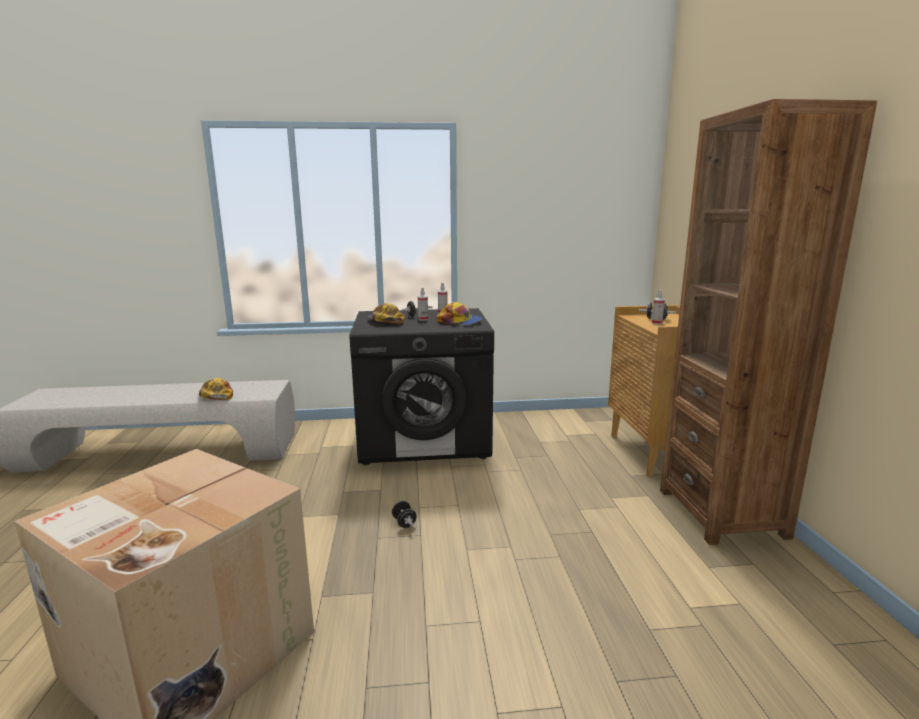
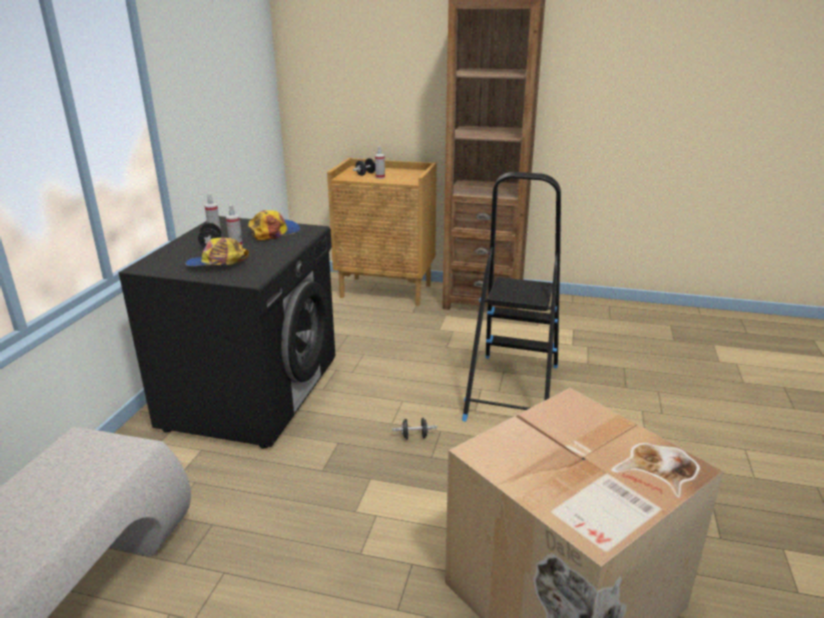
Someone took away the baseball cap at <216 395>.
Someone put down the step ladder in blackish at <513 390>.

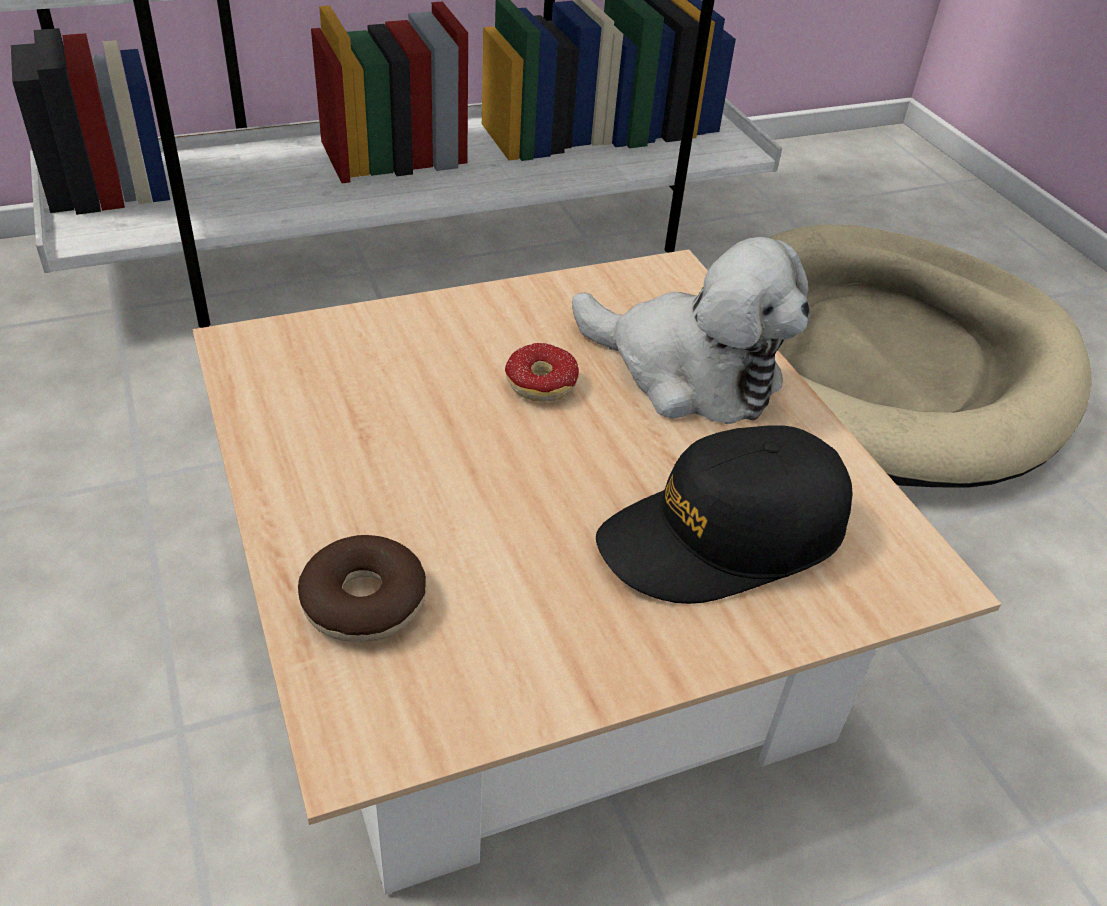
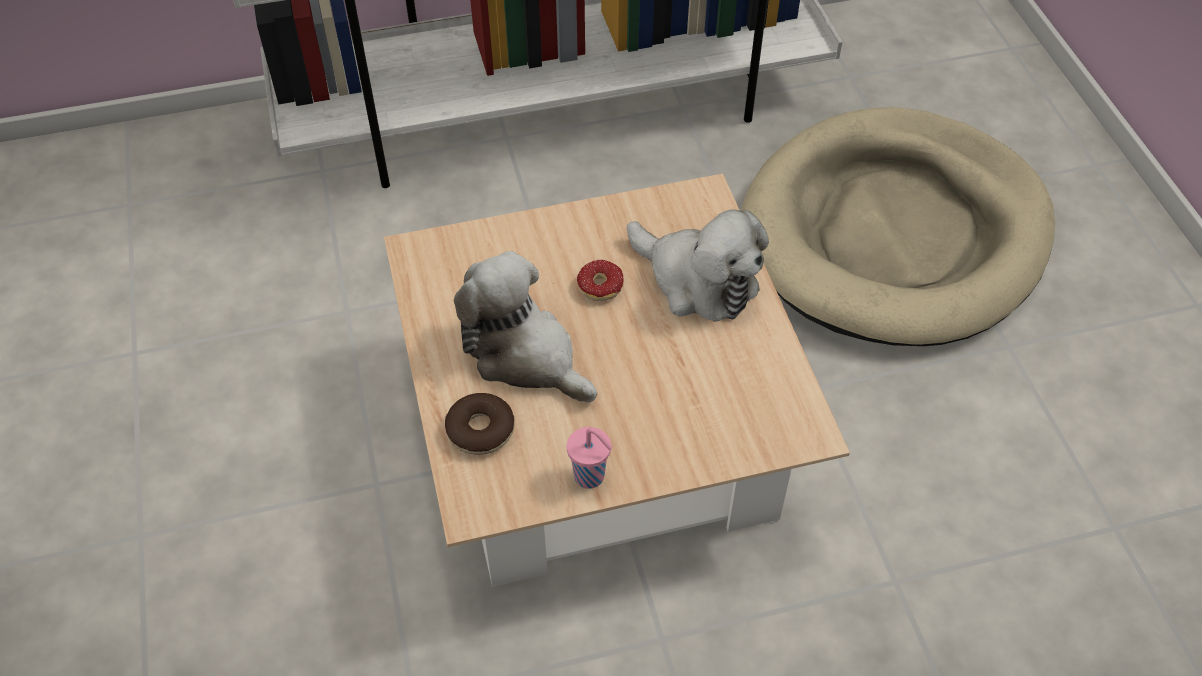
Someone took away the baseball cap in blackish at <723 536>.
Someone put down the cuddly toy at <525 355>.
Someone put down the drinking cup in pinkish at <591 477>.

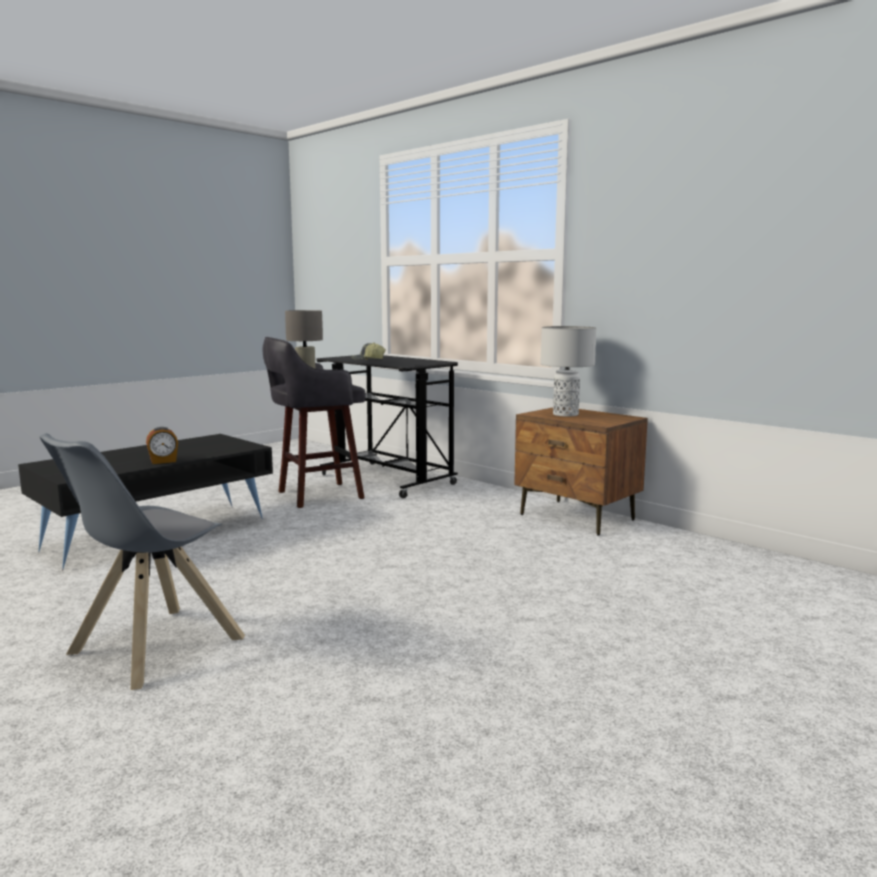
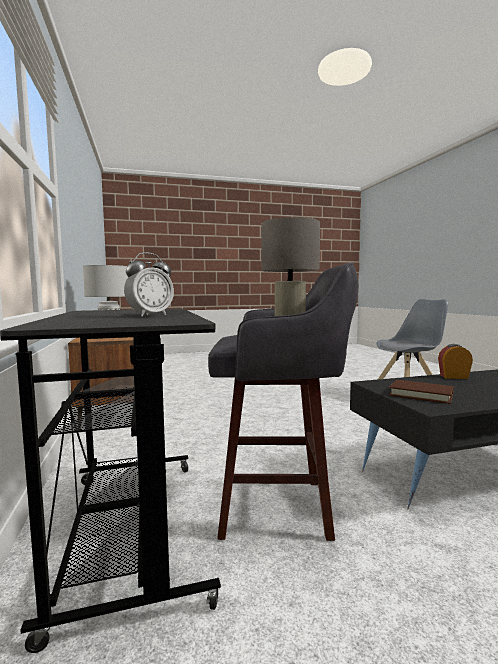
Someone swapped the baseball cap at <368 360> for the bedside clock at <150 315>.
Someone put down the volume in brown-coloured at <421 394>.

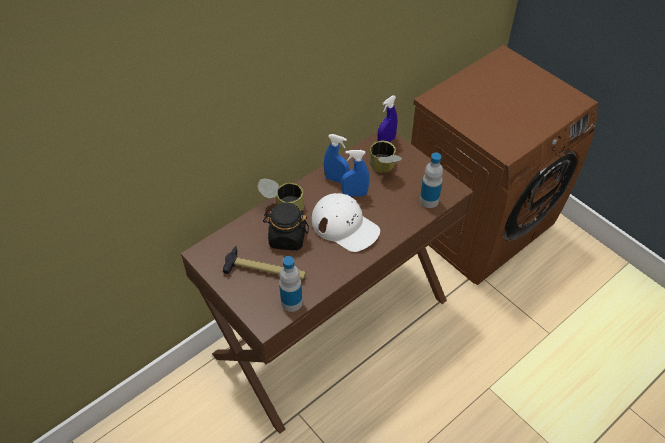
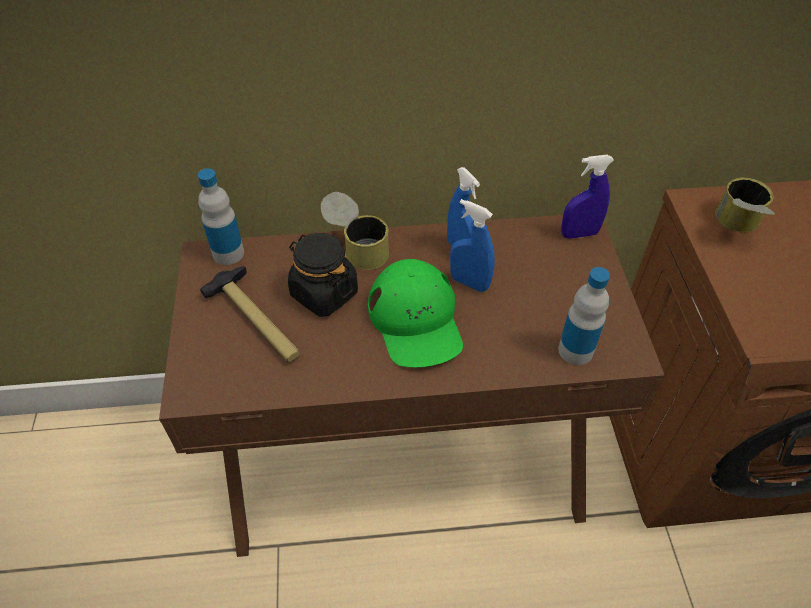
Someone carried the drink bottle from <291 302> to <228 253>.
Someone repainted the baseball cap in white at <345 226>, which became the baseball cap in greenish at <416 320>.
Someone carried the can from <384 169> to <736 226>.

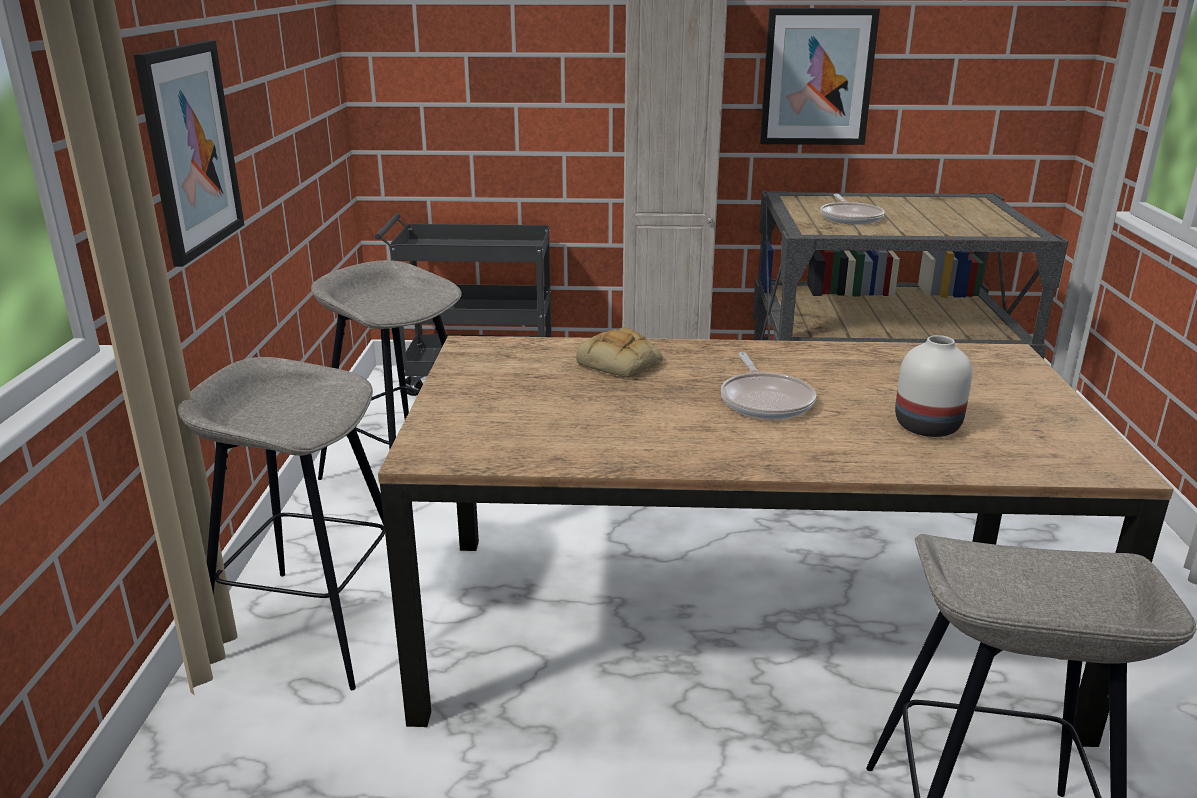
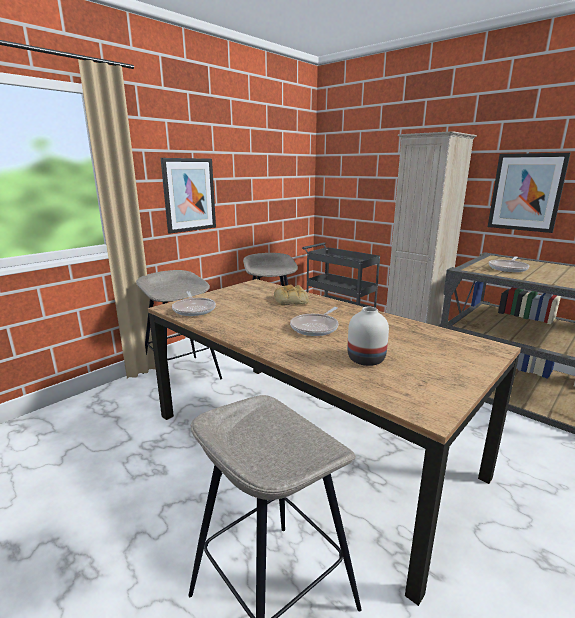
Someone put down the frying pan at <194 309>.

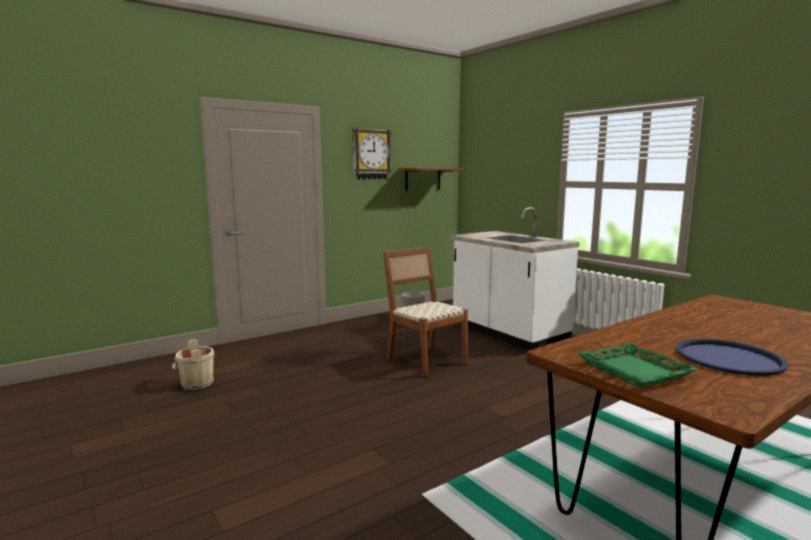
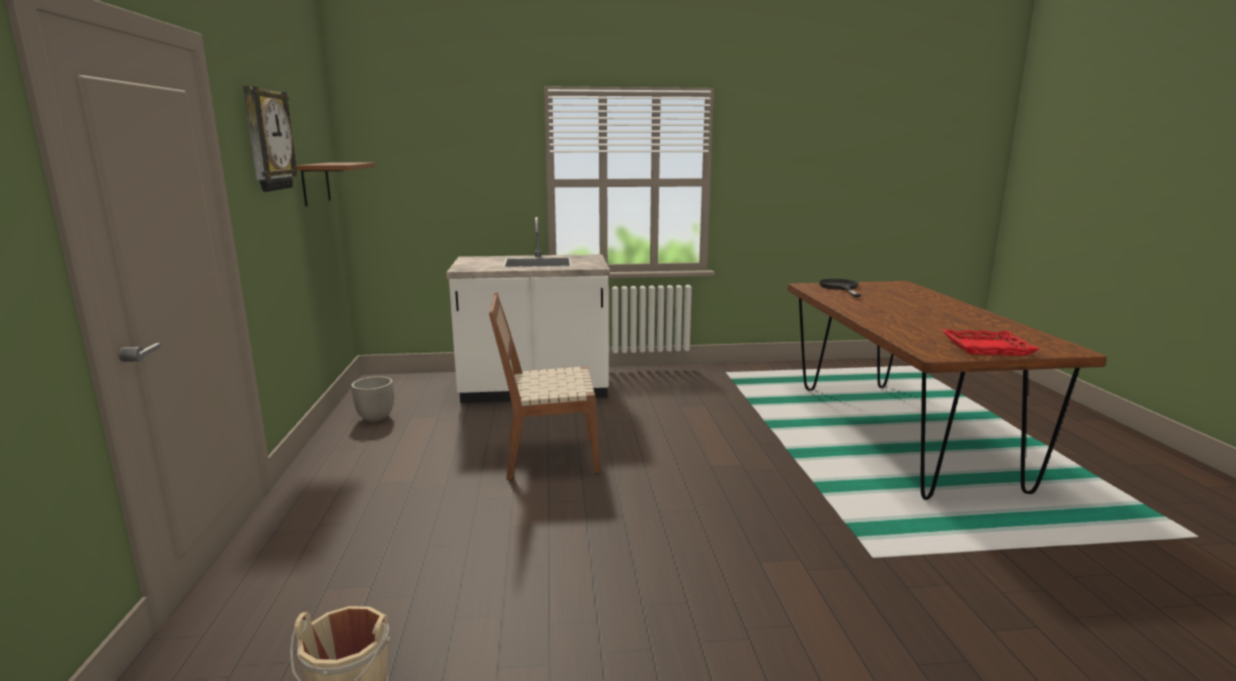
Someone repainted the serving tray in greenish at <635 371>, which became the serving tray in reddish at <987 347>.
Someone took away the serving tray in blue-coloured at <728 358>.
Someone put down the frying pan in blackish at <840 288>.

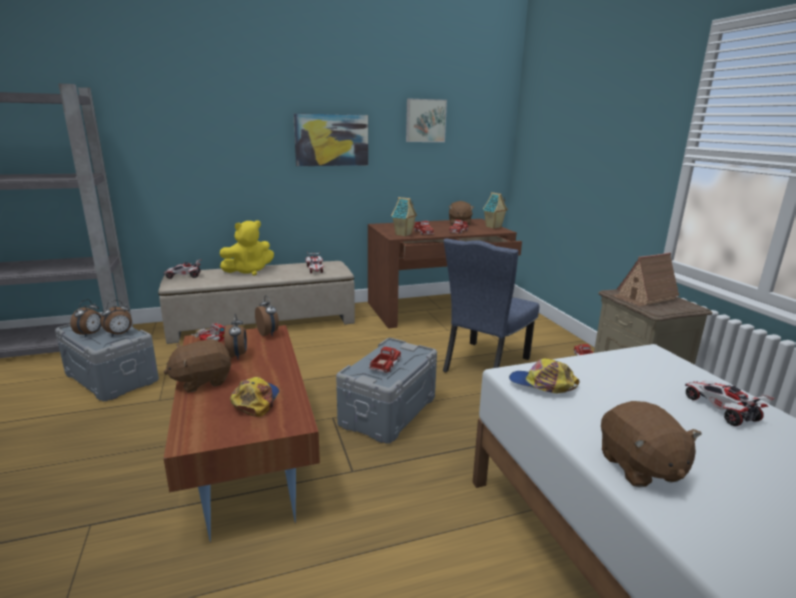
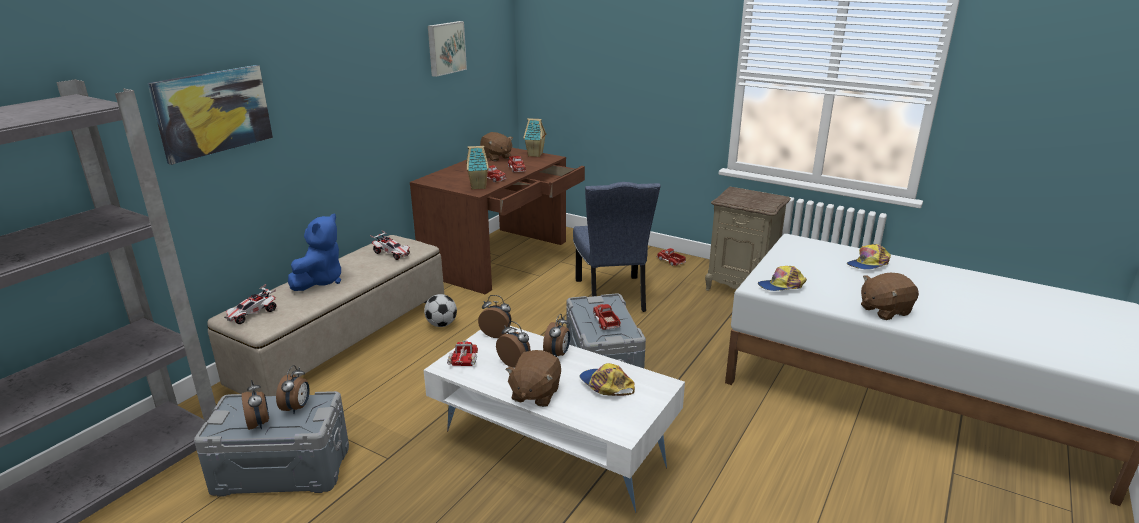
Someone repainted the low table in brown-coloured at <246 452>, which became the low table in white at <552 450>.
Someone repainted the cuddly toy in yellow at <249 271>, which became the cuddly toy in blue-coloured at <320 281>.
Someone carried the wall art from <331 140> to <213 112>.
Someone rotated the cuddly toy in brown-coloured at <639 467> by 120 degrees clockwise.
Someone took away the toy house at <644 297>.
Someone swapped the model car at <720 410> for the baseball cap at <868 264>.
Someone put down the ball for football at <442 324>.
Someone put down the bedside clock at <557 355>.

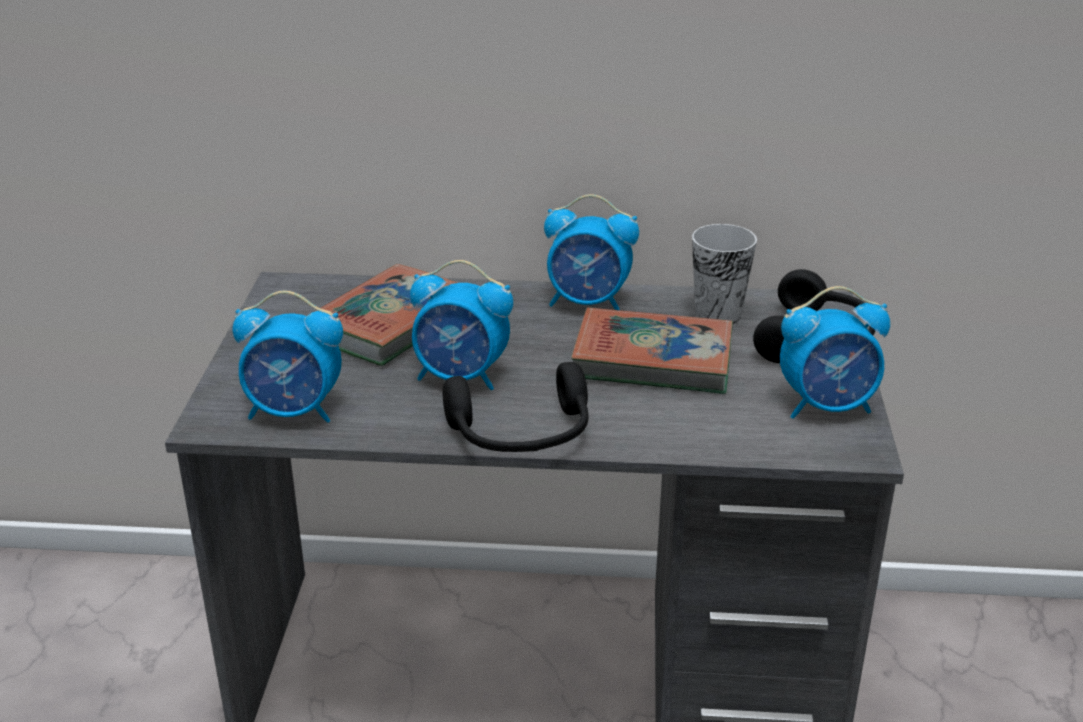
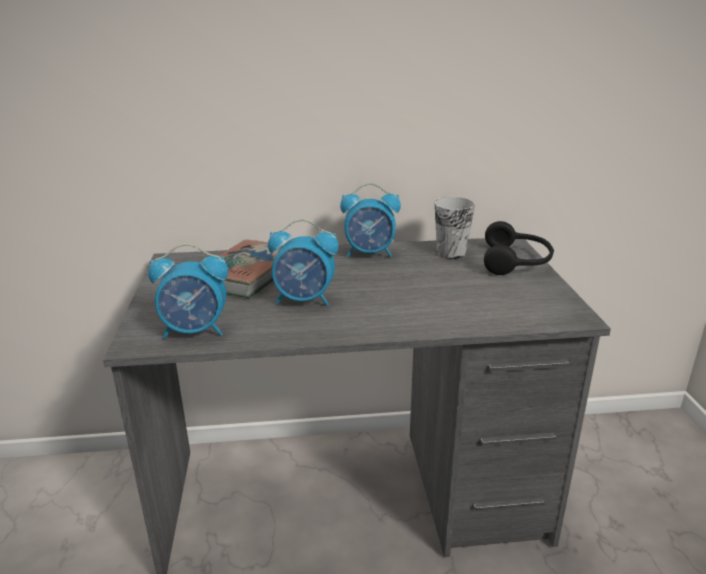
Someone took away the headphones in blackish at <522 435>.
Someone took away the volume at <653 360>.
Someone took away the bedside clock at <827 407>.

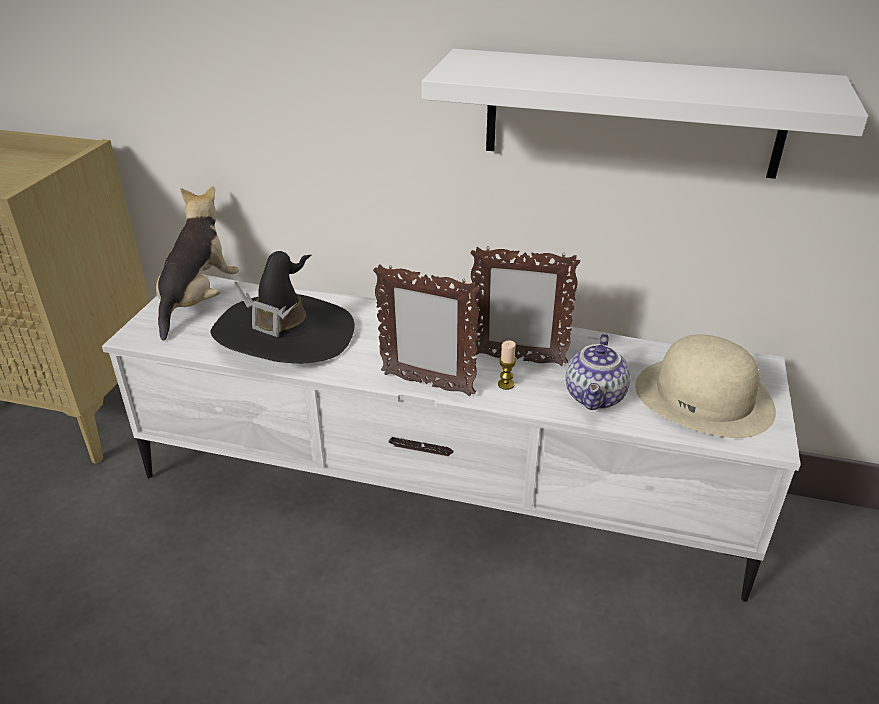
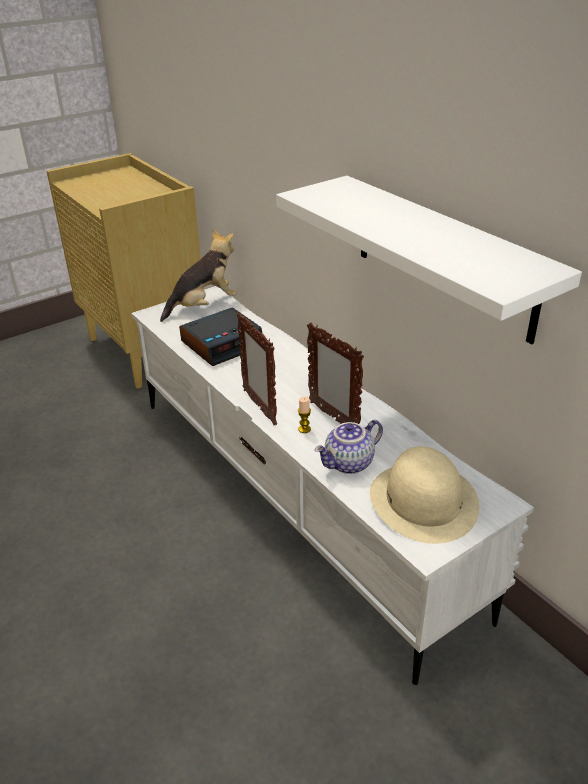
Someone swapped the wearable hat in blackish at <284 334> for the bedside clock at <222 343>.

